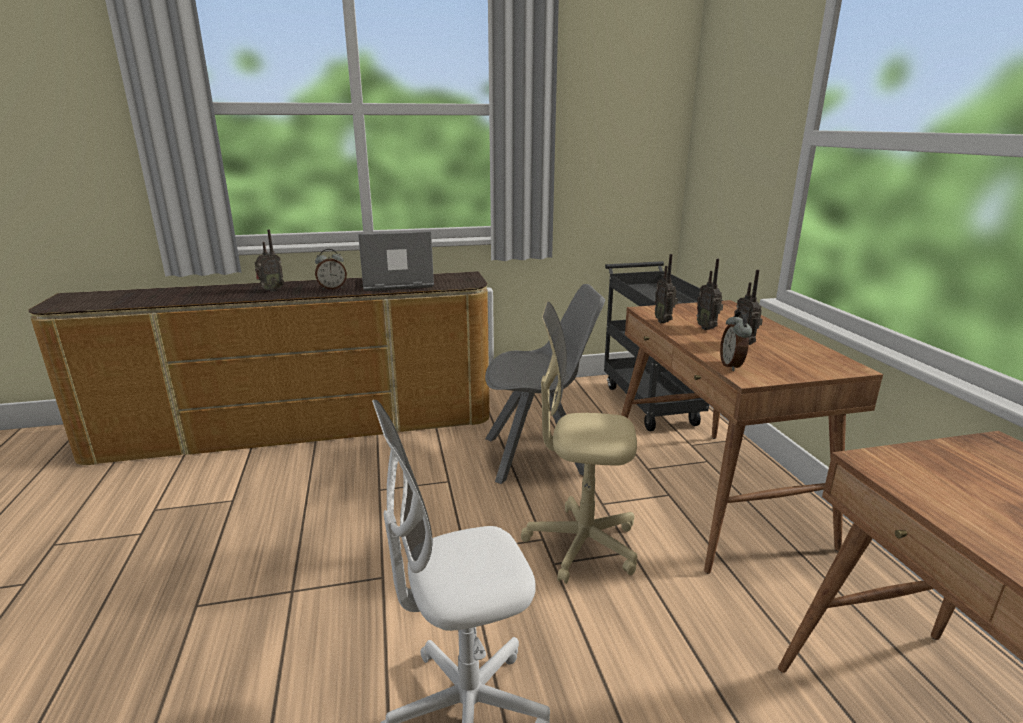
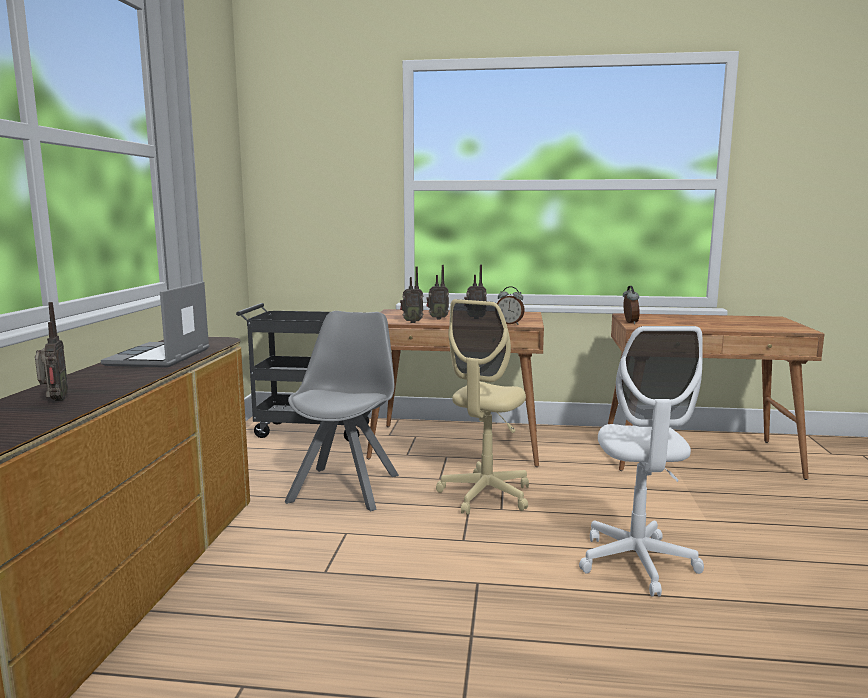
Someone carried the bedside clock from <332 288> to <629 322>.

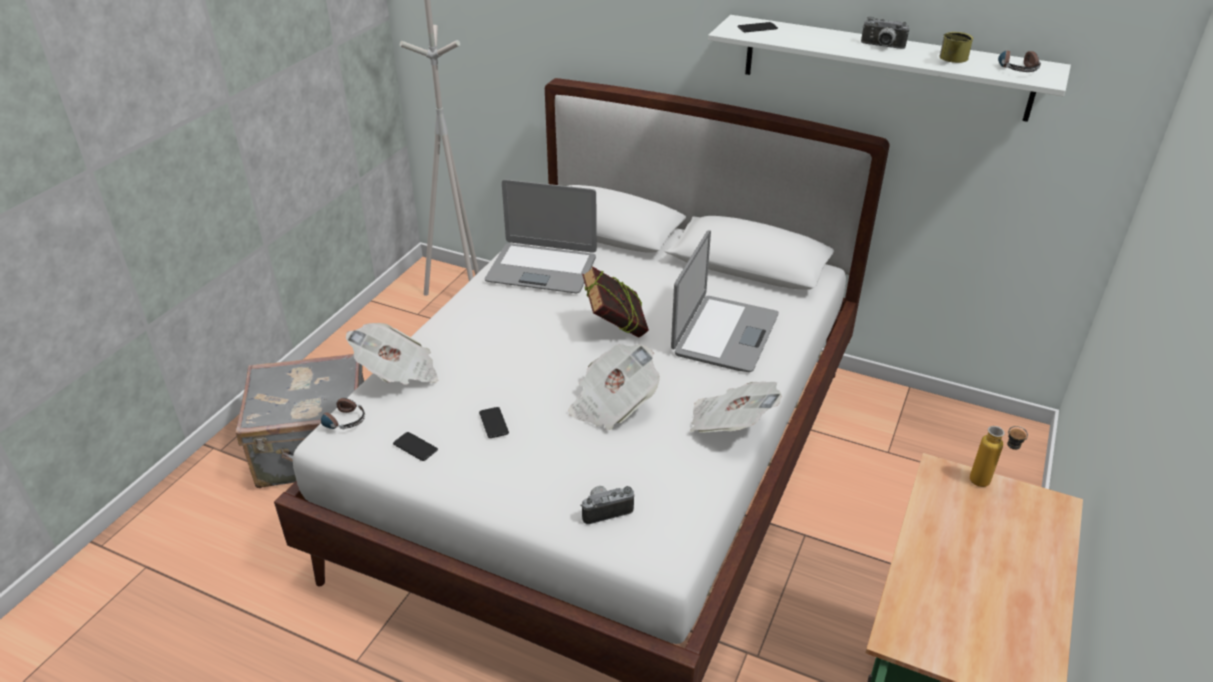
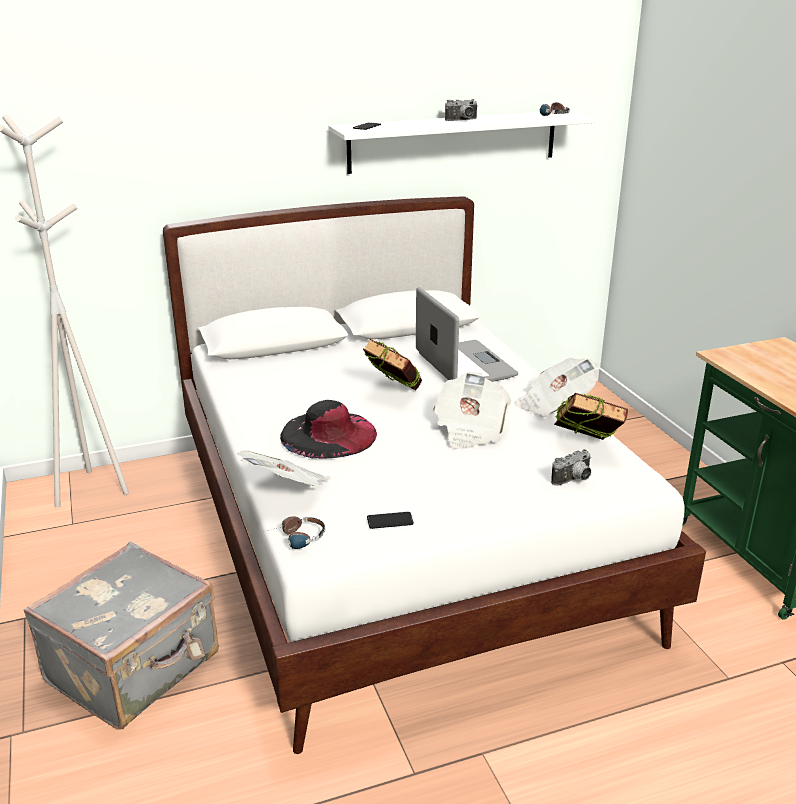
Someone took away the handset at <494 423>.
Someone took away the portable computer at <542 269>.
Someone rotated the photo camera at <605 510> by 150 degrees counterclockwise.
Someone took away the can at <951 60>.
Someone took away the drink bottle at <988 484>.
Someone put down the wearable hat in blackish at <328 434>.
Someone put down the volume at <586 448>.

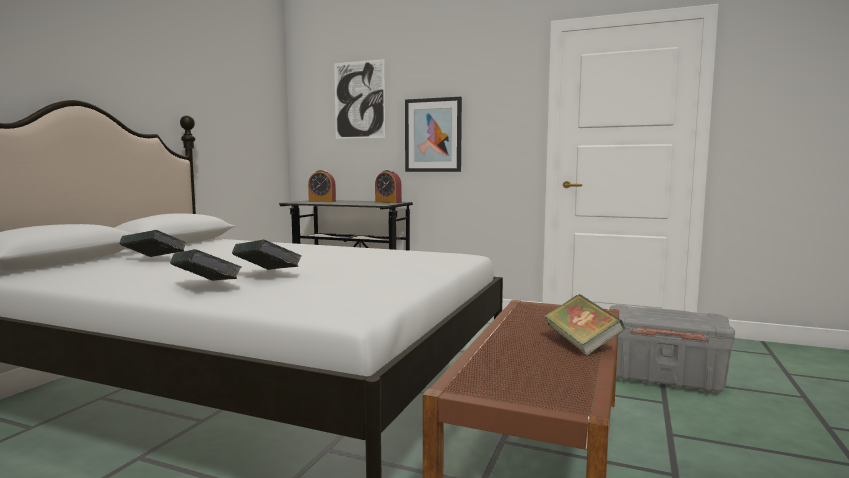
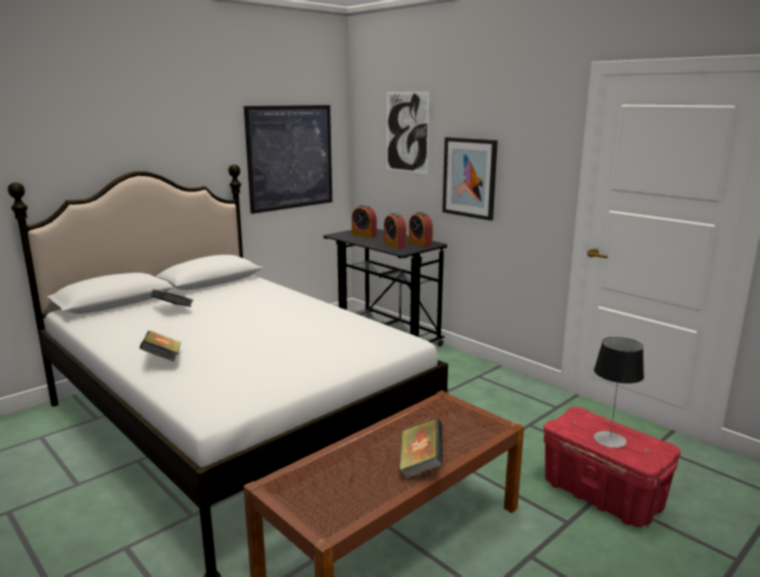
Someone took away the volume at <267 275>.
Someone repainted the storage box in gray at <664 378>, which became the storage box in reddish at <603 495>.
Someone put up the wall art at <290 157>.
Someone put down the bedside clock at <394 245>.
Someone put down the lamp for a table at <610 439>.

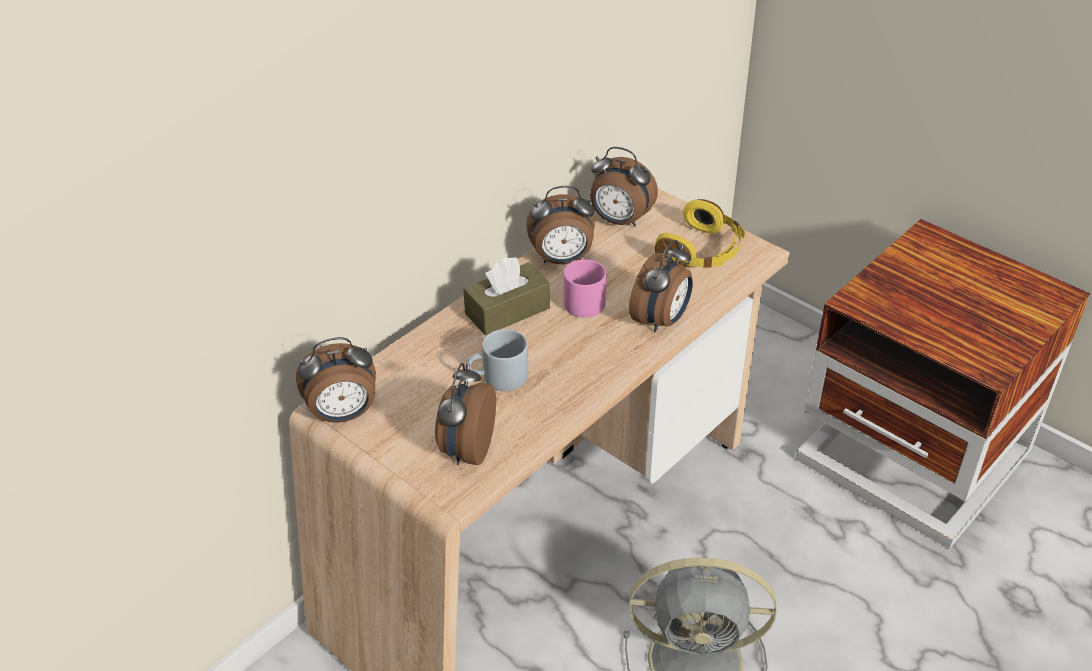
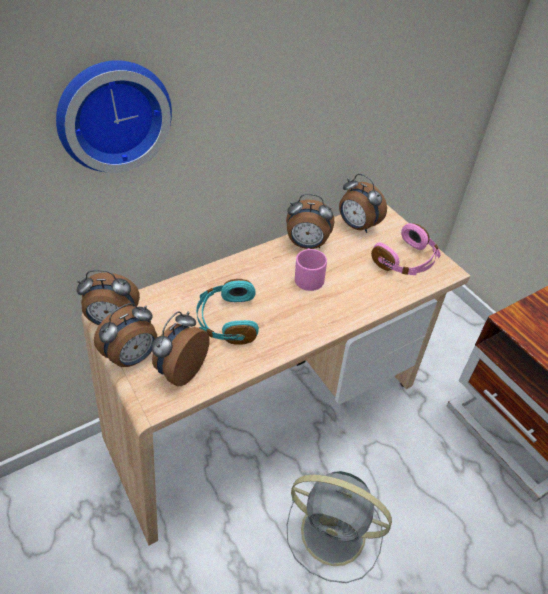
Someone took away the box of tissues in brown-coloured at <507 311>.
Someone swapped the tea mug in gray at <498 378> for the headphones in turquoise at <227 321>.
Someone carried the bedside clock from <661 320> to <133 357>.
Someone repainted the headphones in yellow at <702 252>, which became the headphones in pinkish at <406 261>.
Someone put up the hanging clock at <112 114>.

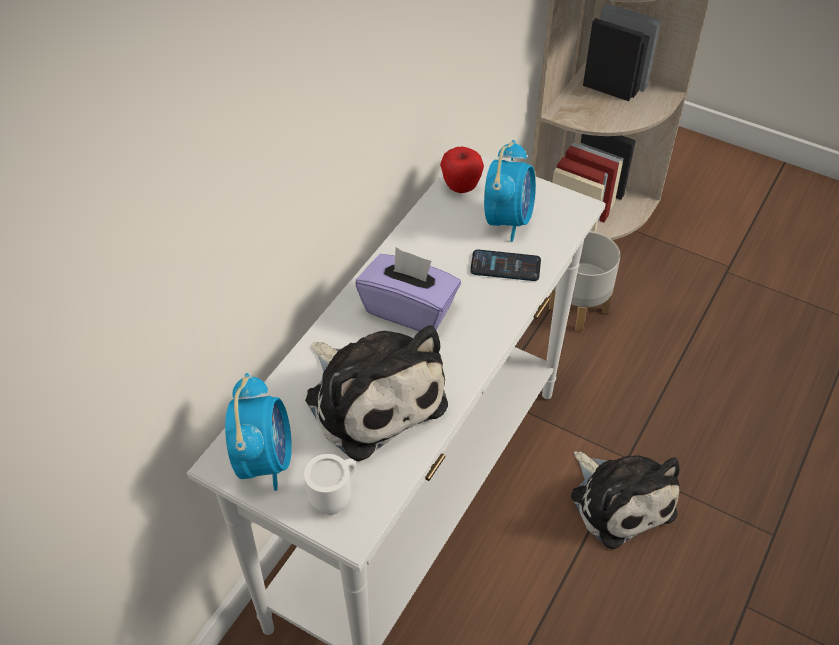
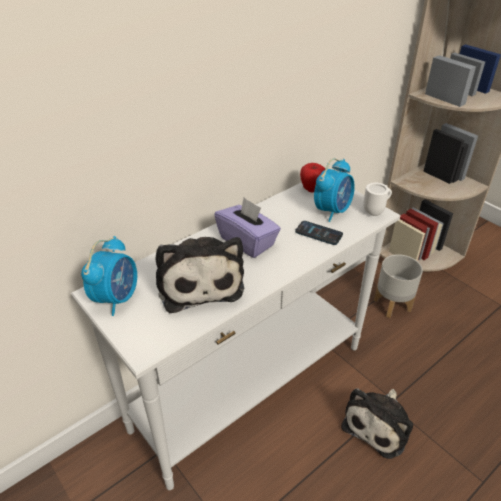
Someone carried the tea mug in white from <335 498> to <375 211>.
Someone rotated the cuddly toy at <619 500> by 45 degrees clockwise.

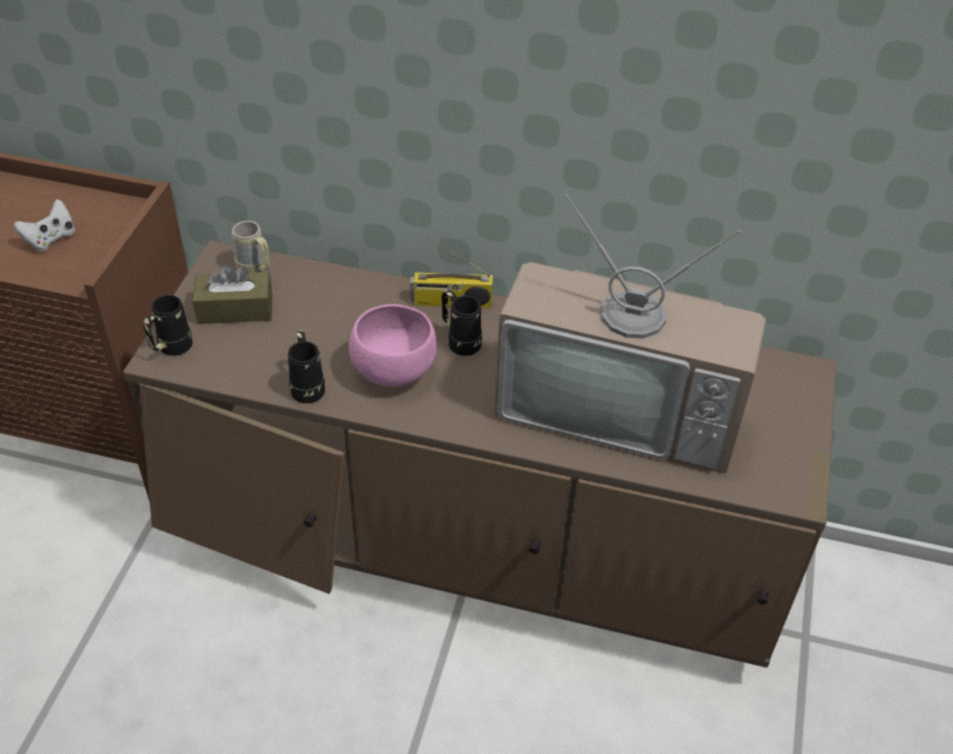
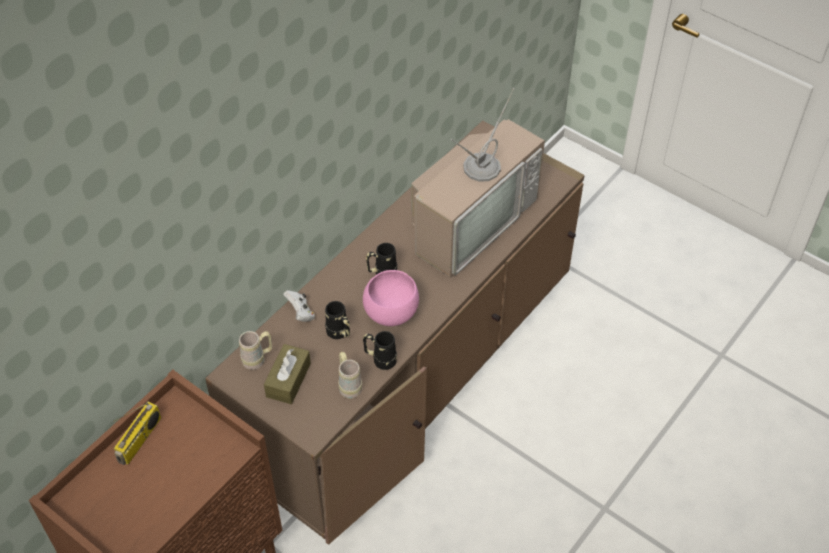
Someone carried the gamepad in white from <50 239> to <301 313>.
Someone carried the tea mug in blackish from <170 349> to <339 334>.
Someone carried the radio from <451 302> to <140 440>.
Someone put down the tea mug in beige at <349 385>.

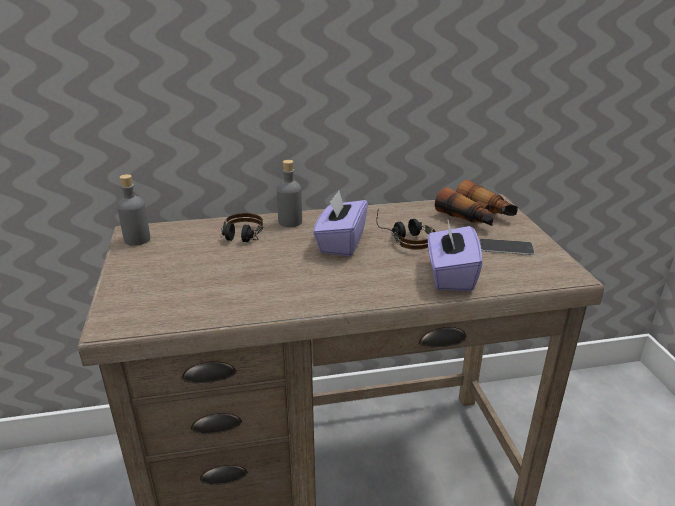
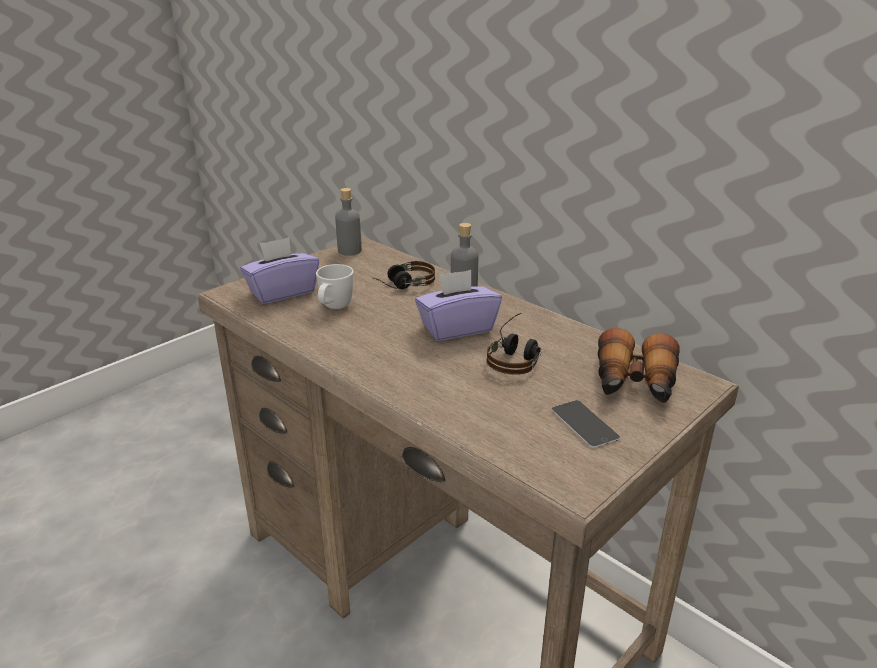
Someone carried the box of tissues in purple-coloured from <450 276> to <282 292>.
Someone put down the tea mug in white at <334 308>.

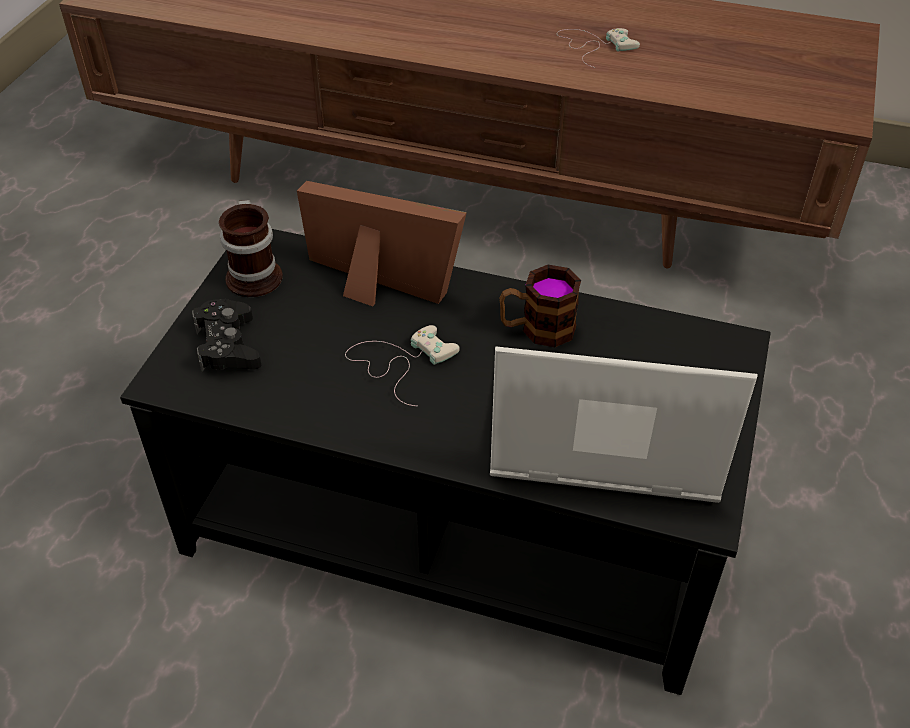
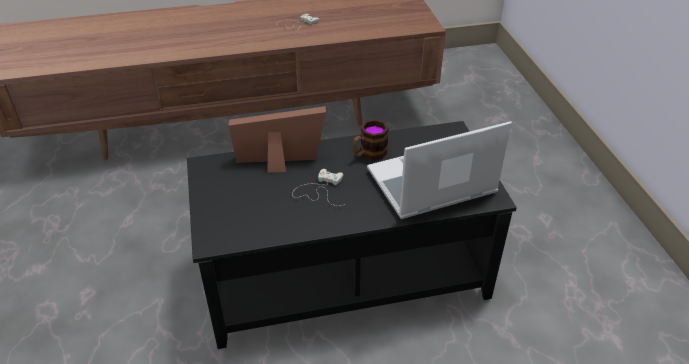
Someone took away the gamepad in blackish at <228 345>.
Someone took away the tea mug at <256 274>.

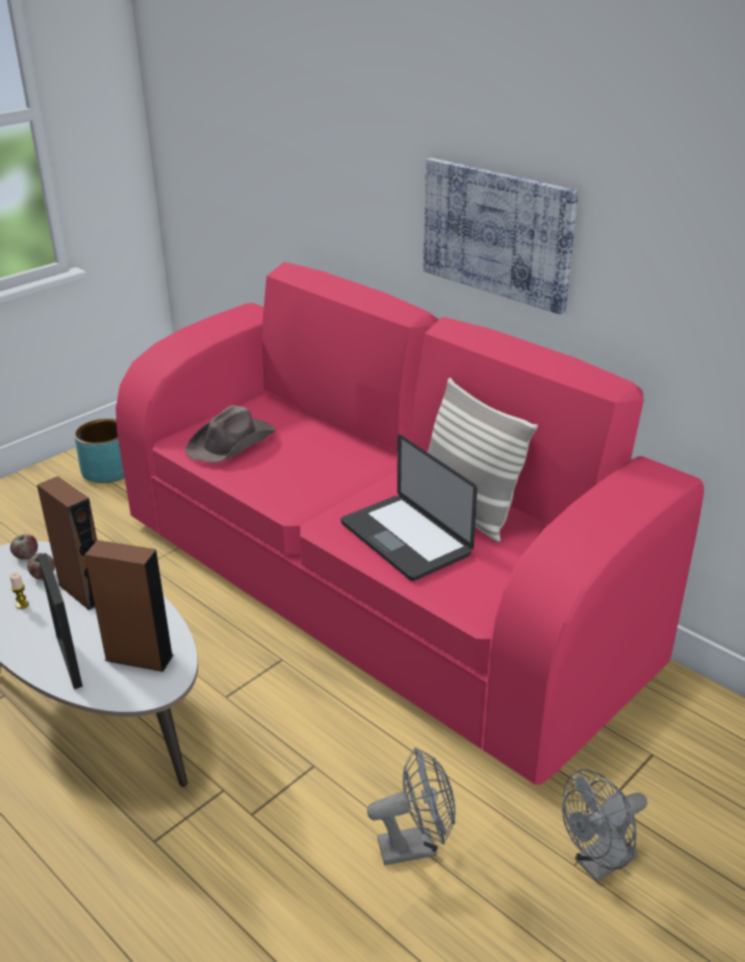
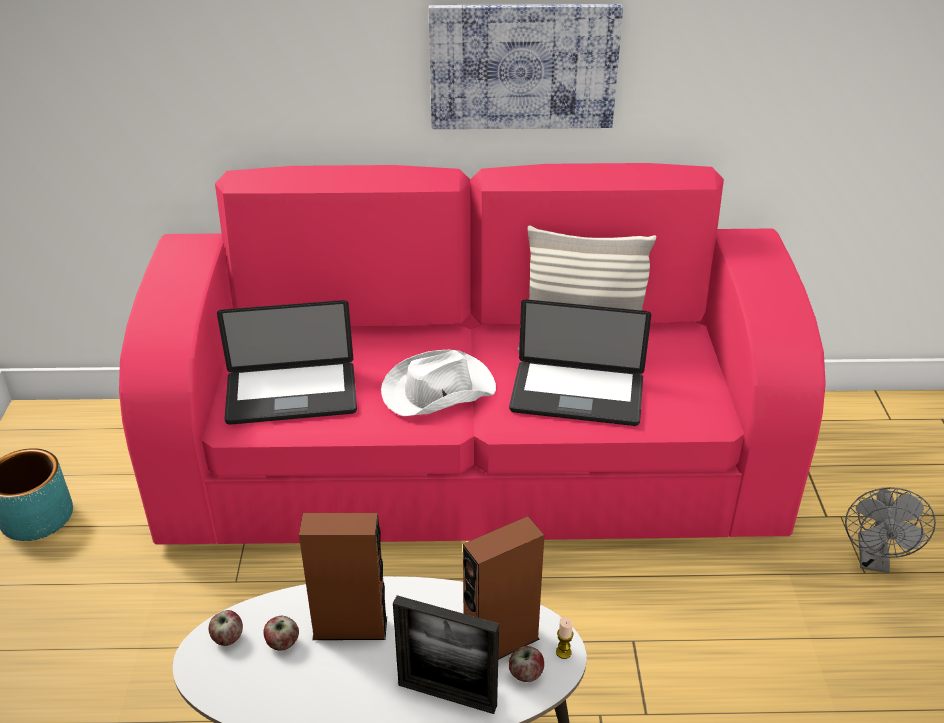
Someone carried the wax light from <22 604> to <563 652>.
Someone swapped the wearable hat in brown-coloured at <232 443> for the portable computer at <291 395>.
Someone took away the fan in gray at <416 845>.
Someone put down the wearable hat in white at <437 390>.
Someone put down the whole apple at <526 673>.

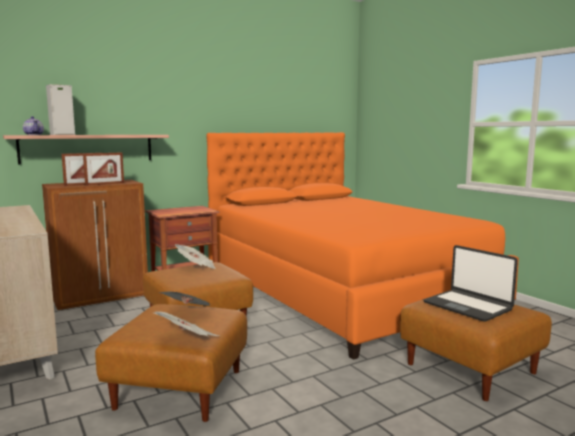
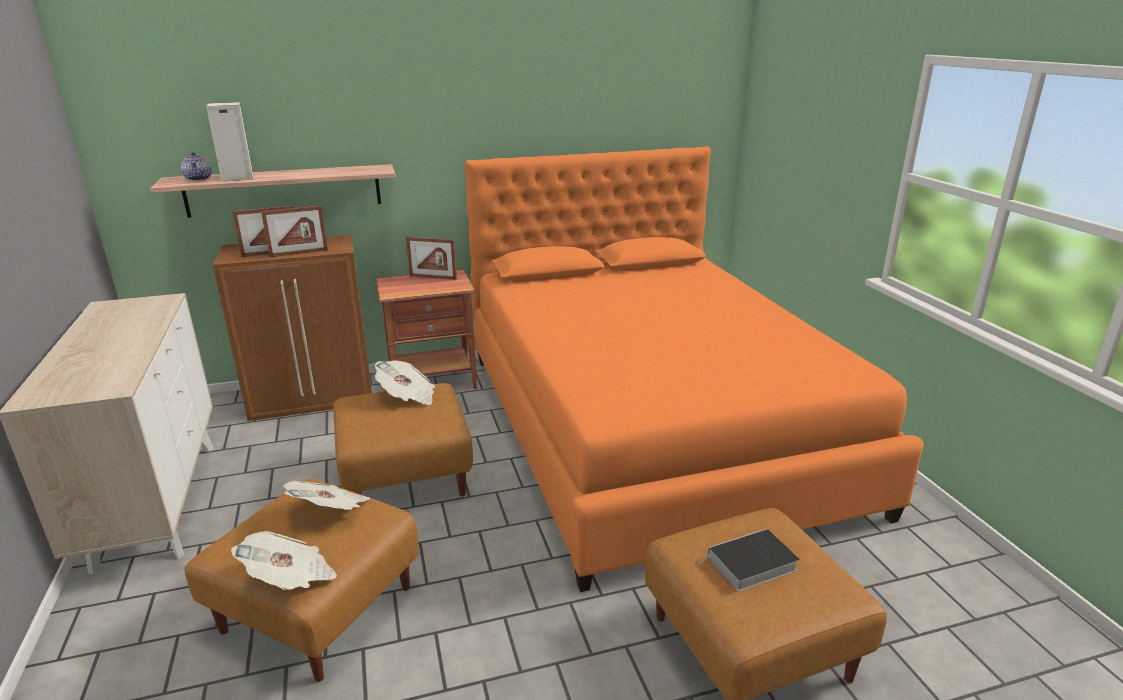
Someone swapped the portable computer at <468 306> for the volume at <750 565>.
Someone put down the picture frame at <433 277>.

